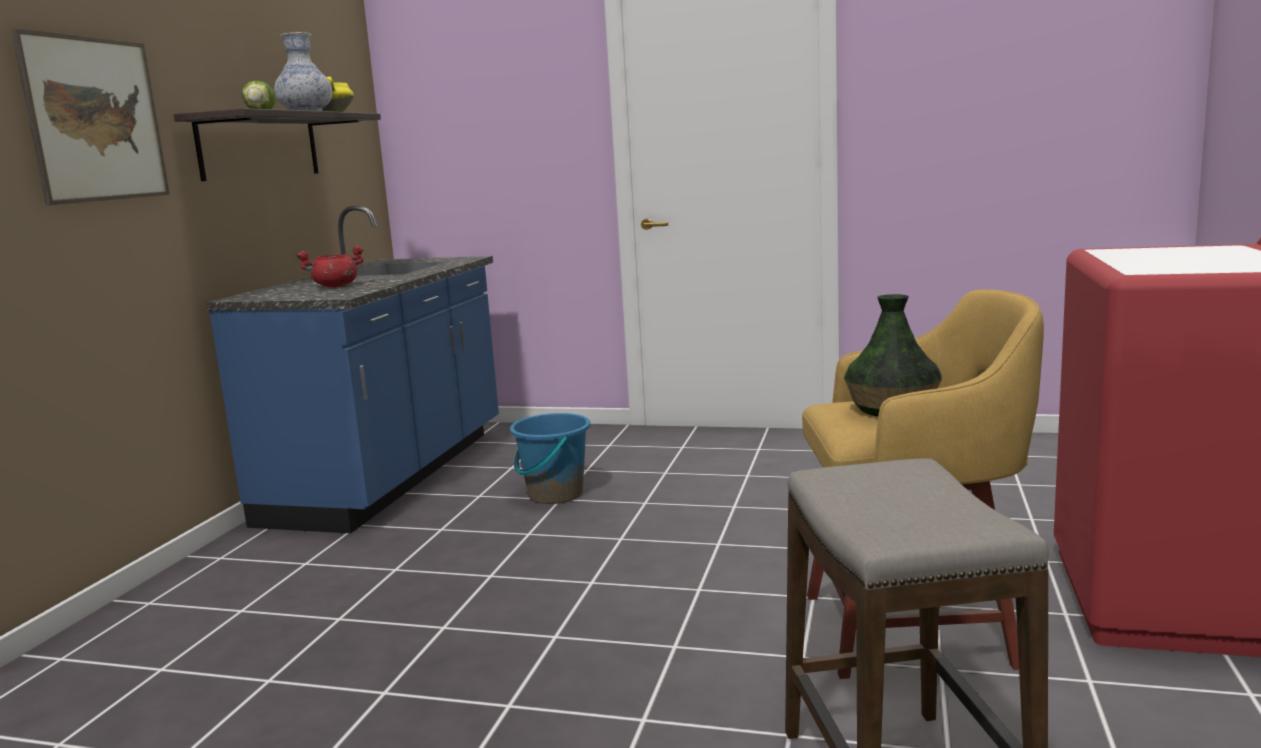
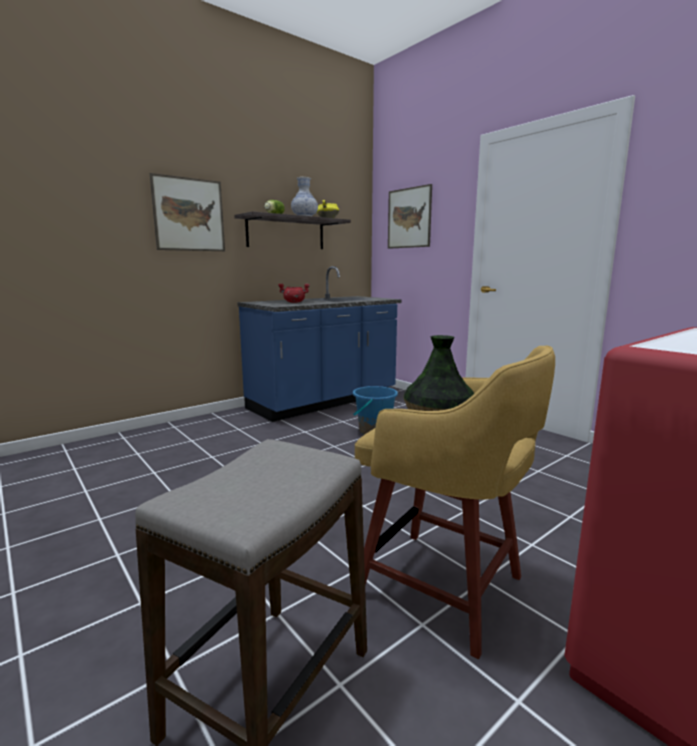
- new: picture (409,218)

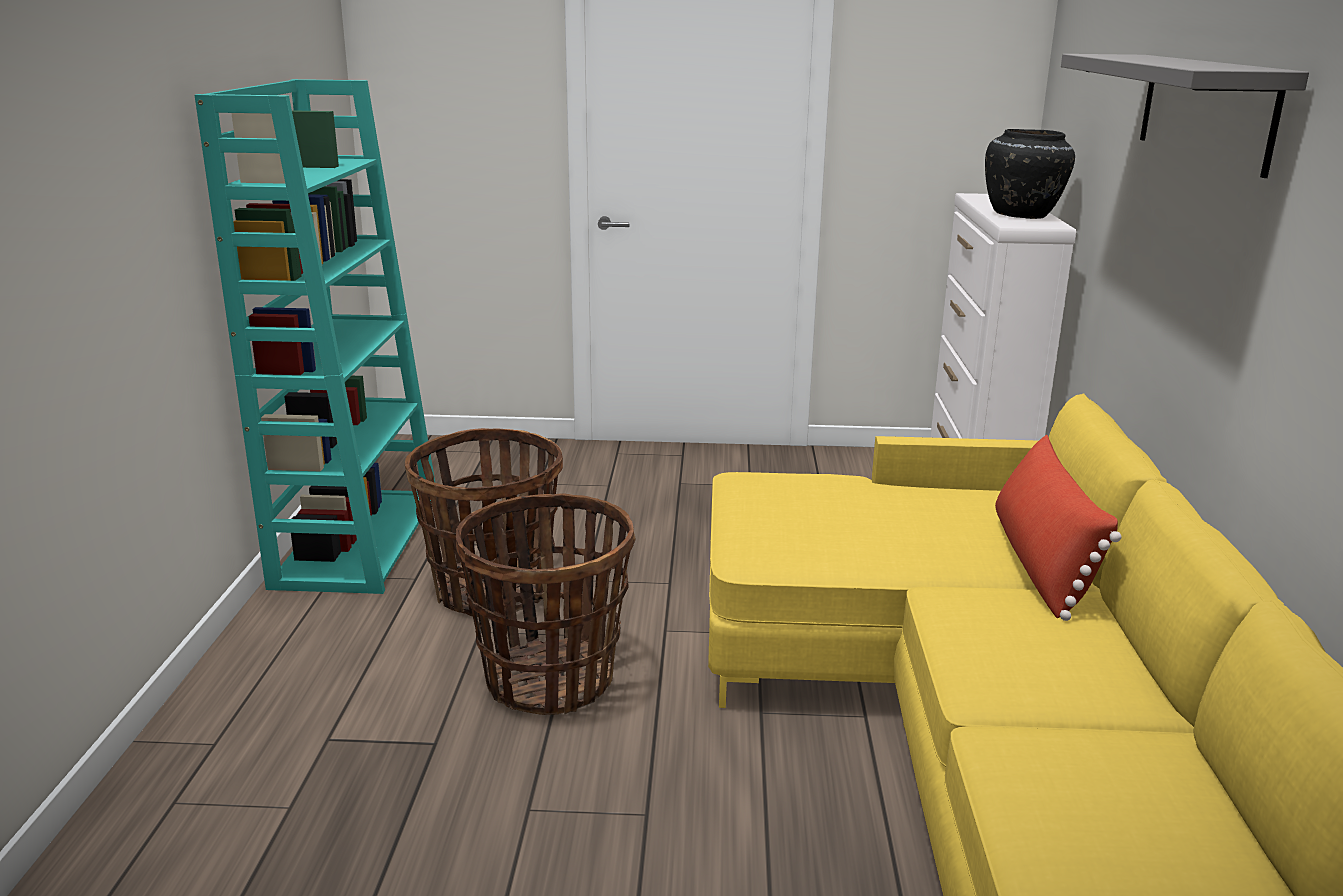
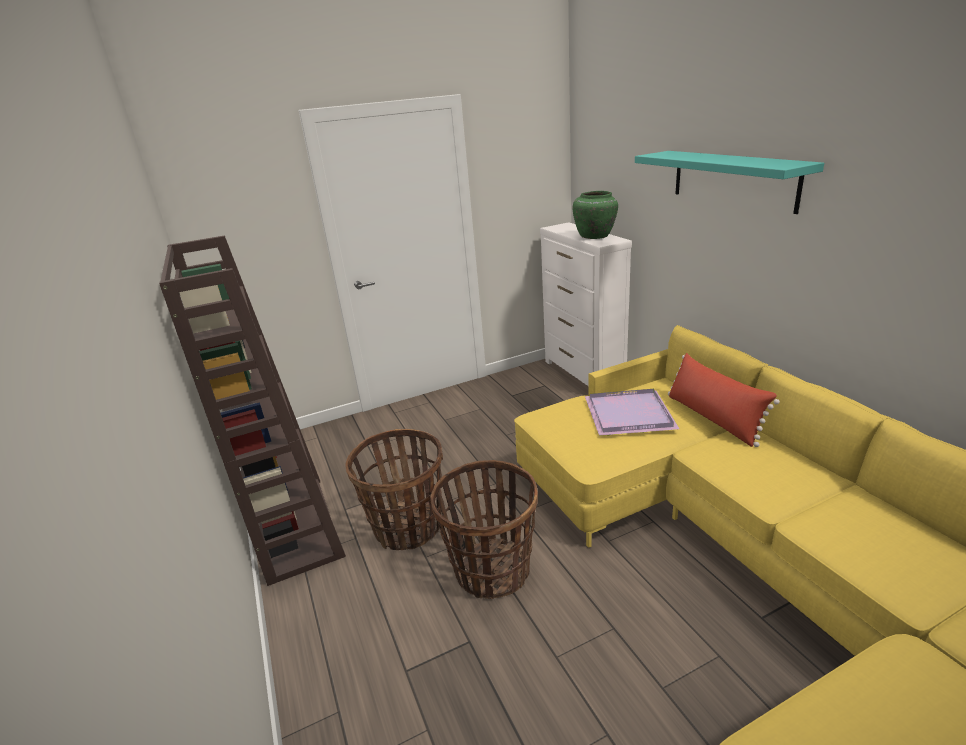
- new: purple tray (628,415)
- repainted: turquoise bookcase (357,540) to brown bookcase (295,526)
- repainted: black vase (1023,215) to green vase (595,236)
- repainted: grey shelf (1205,109) to turquoise shelf (733,179)

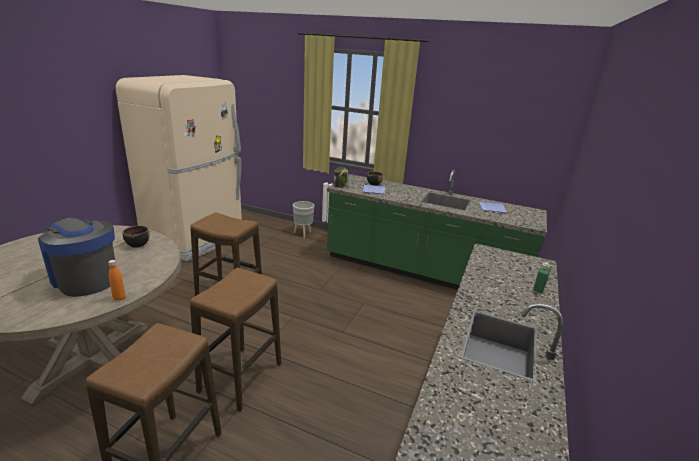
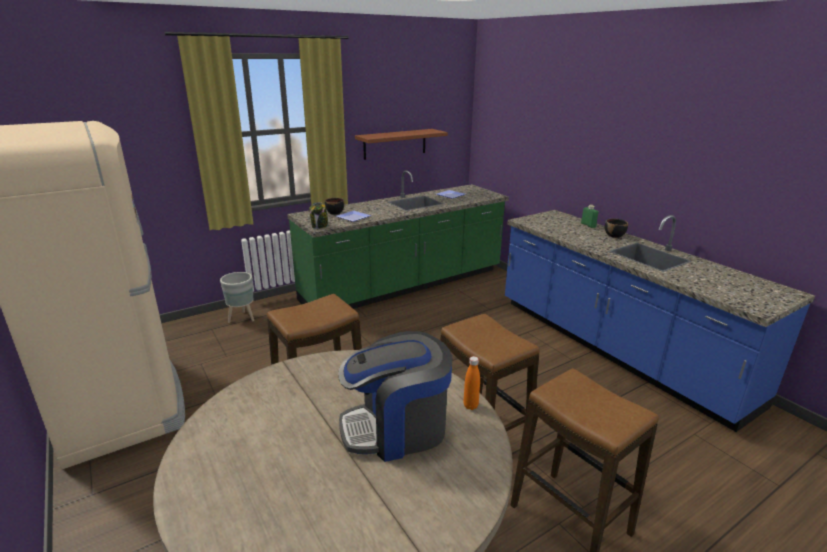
- new: brown shelf (395,144)
- shifted: black bowl (138,244) to (614,235)

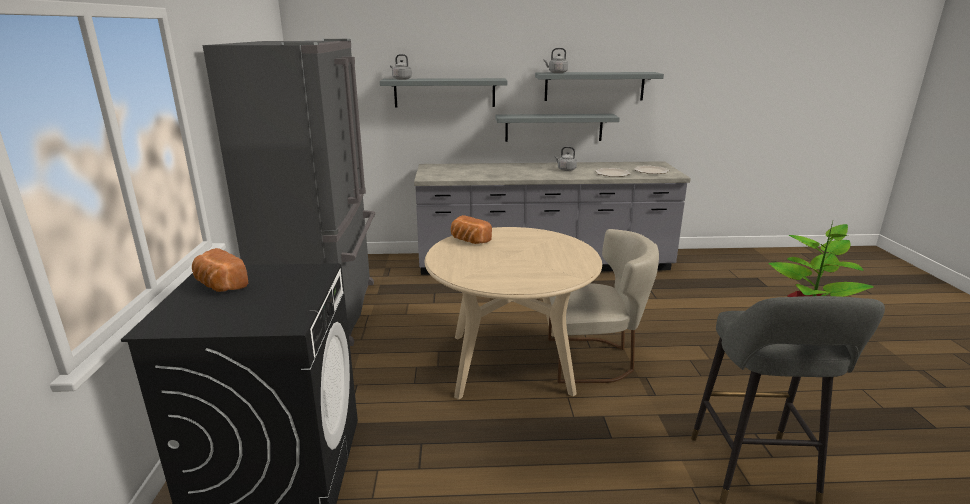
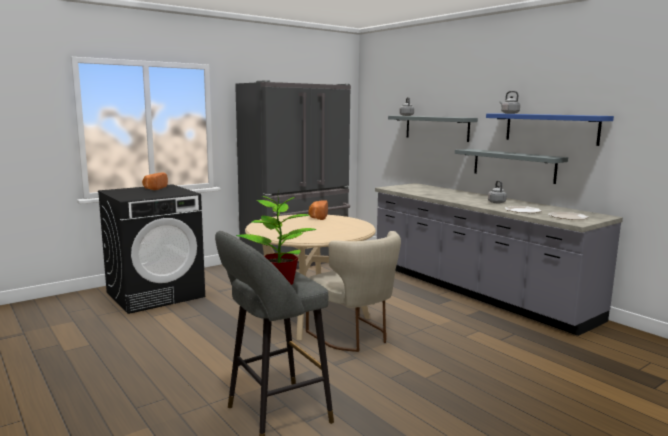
- repainted: grey shelf (594,86) to blue shelf (550,128)

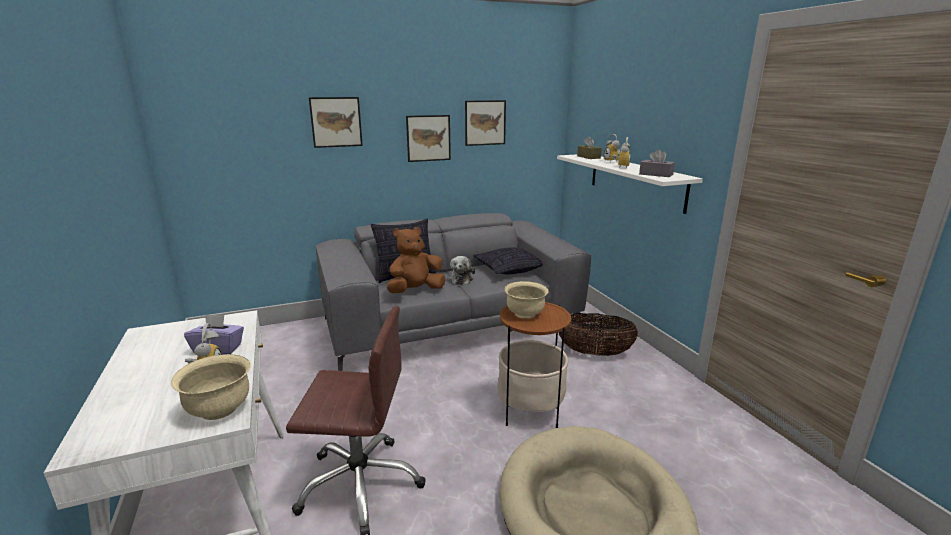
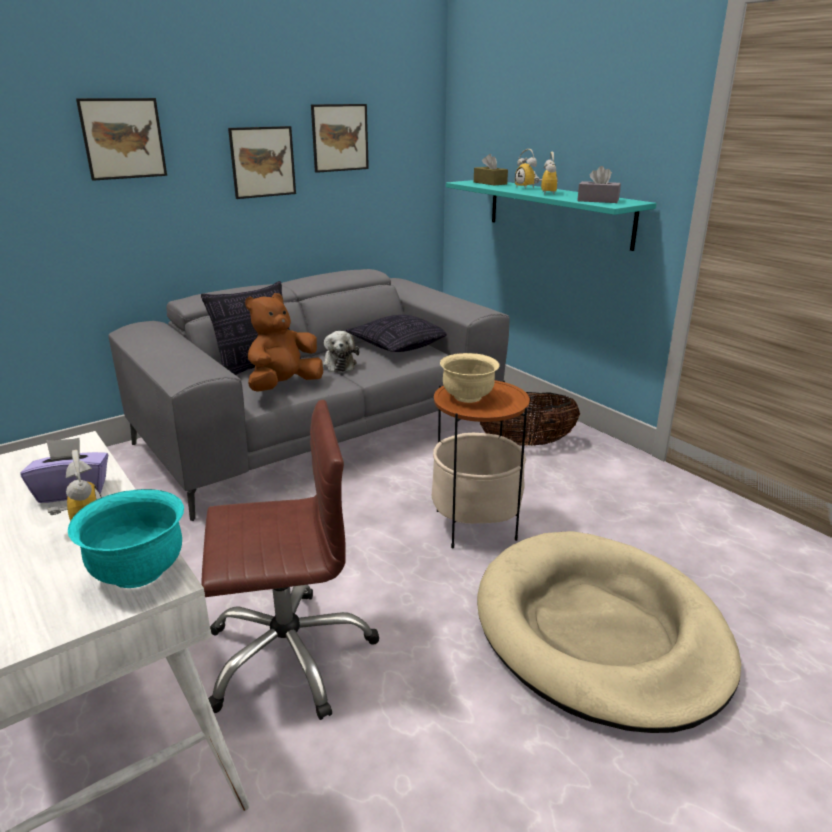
- repainted: beige bowl (219,409) to turquoise bowl (139,572)
- repainted: white shelf (635,181) to turquoise shelf (558,212)

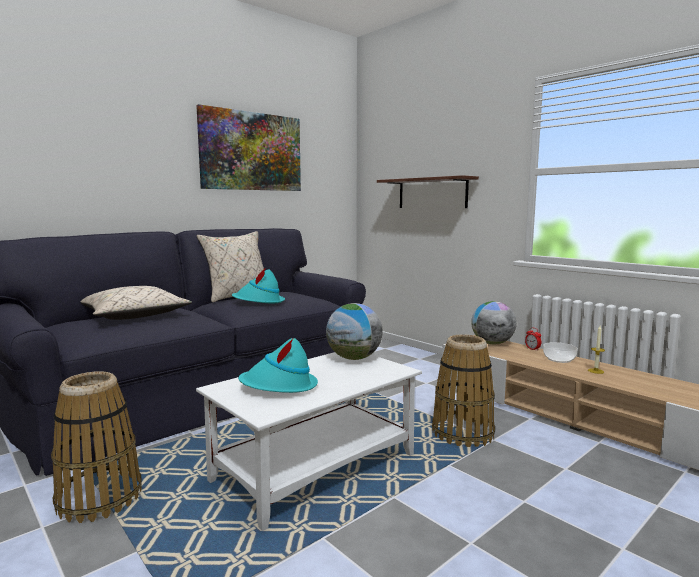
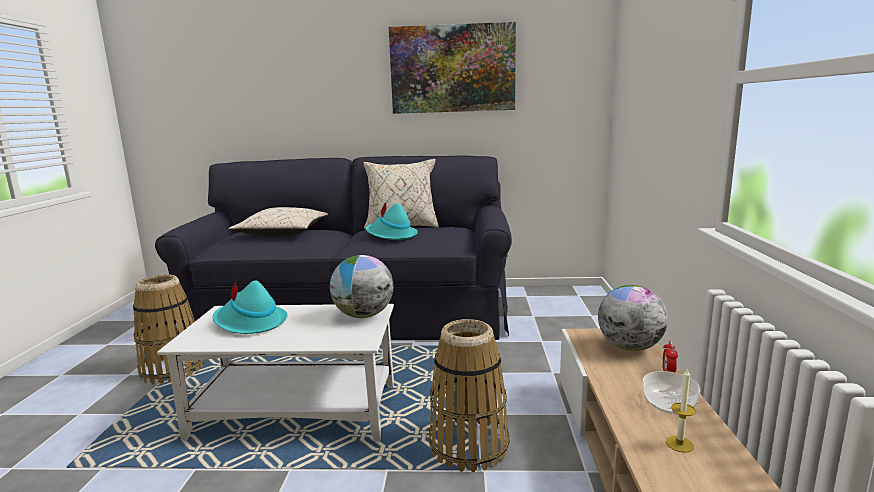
- gone: shelf (432,193)

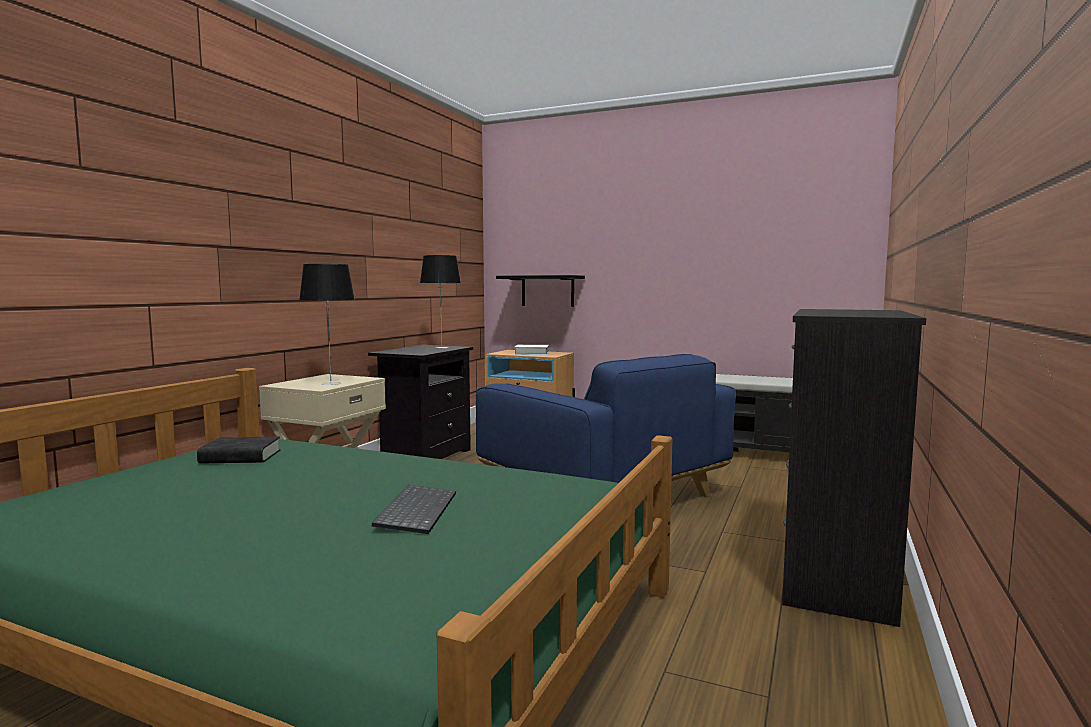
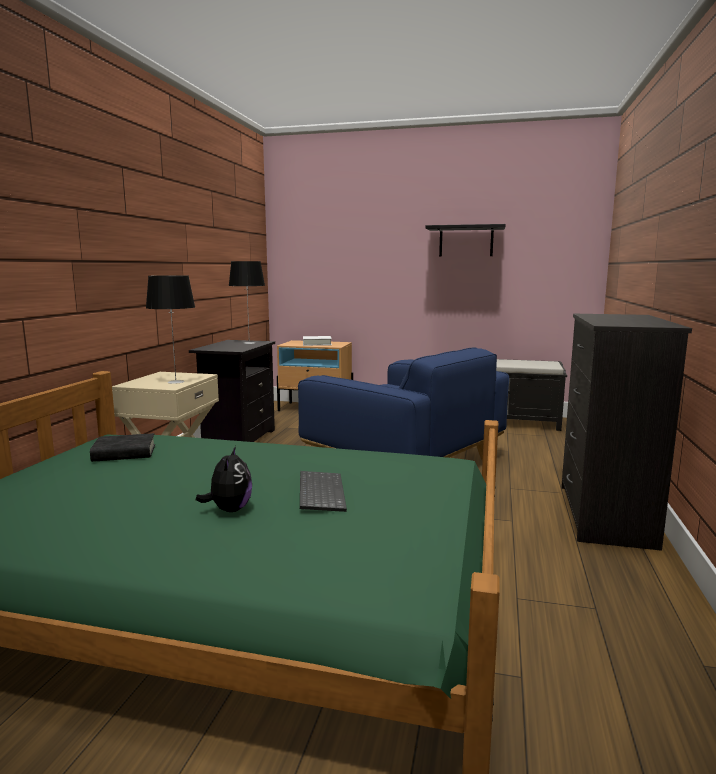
- new: plush toy (229,509)
- shifted: black shelf (547,291) to (466,241)

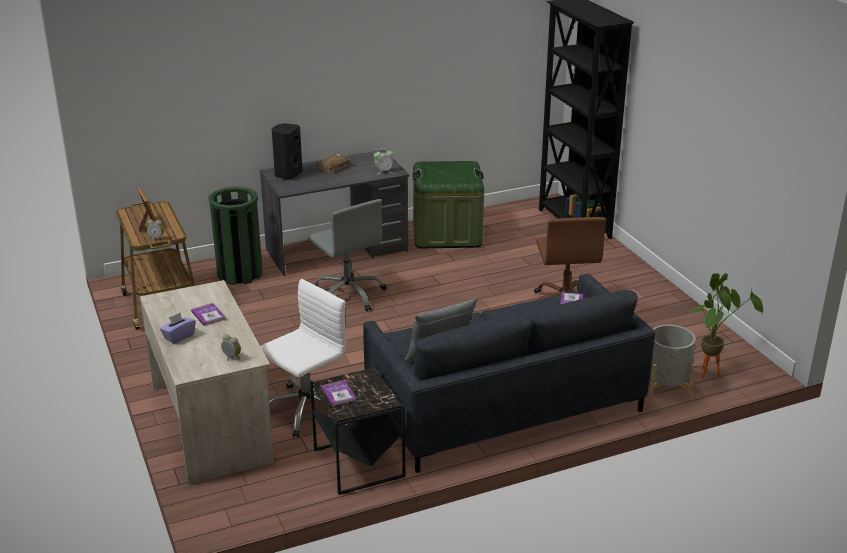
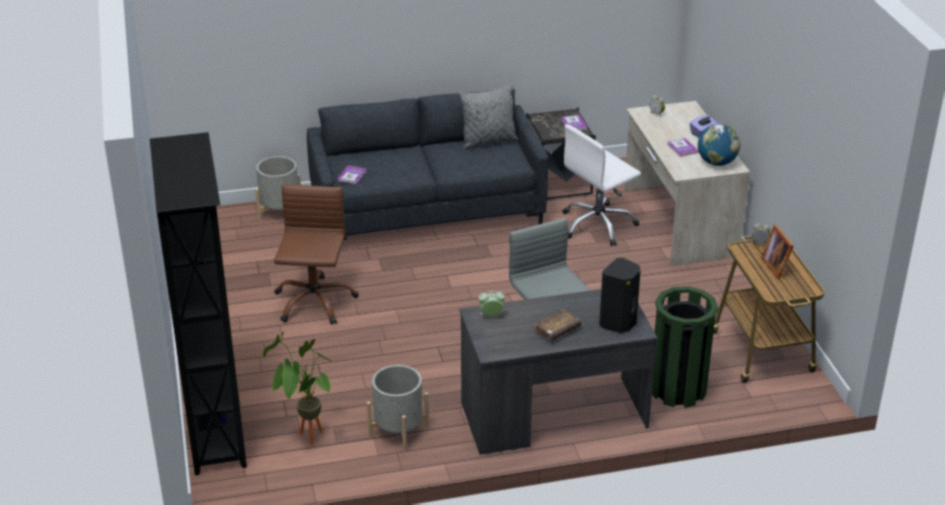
- new: globe (716,163)
- shifted: potted plant (711,372) to (305,439)
- swapped: green storage box (447,233) to grey planter (398,432)

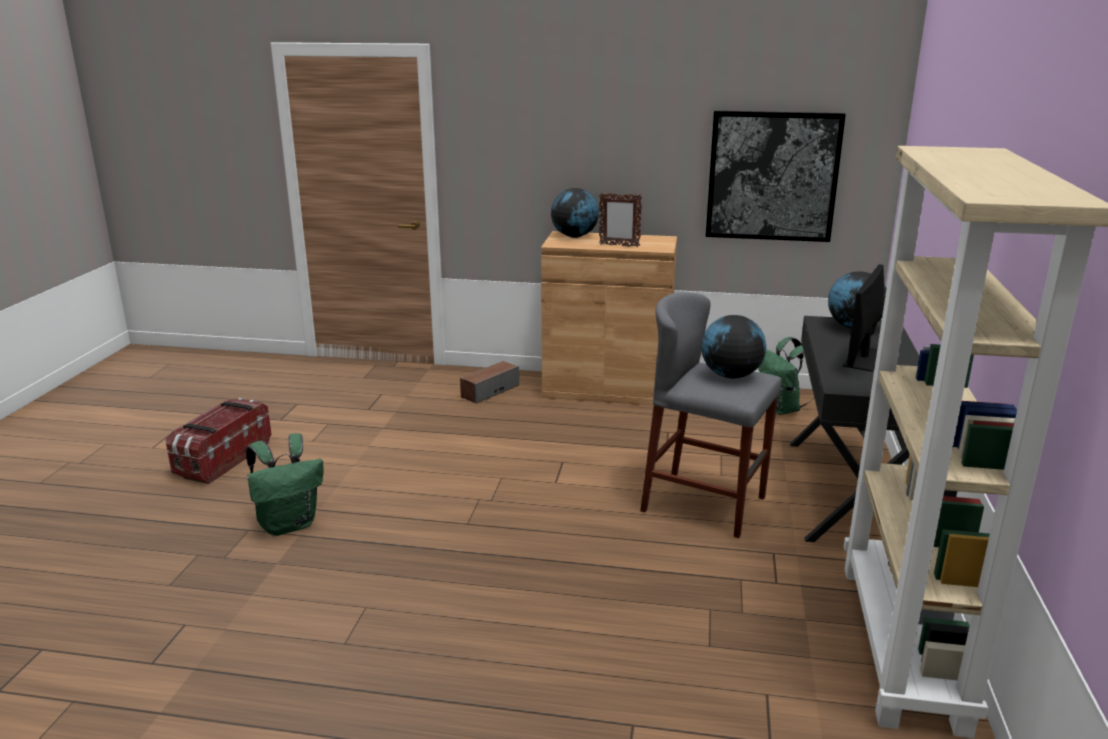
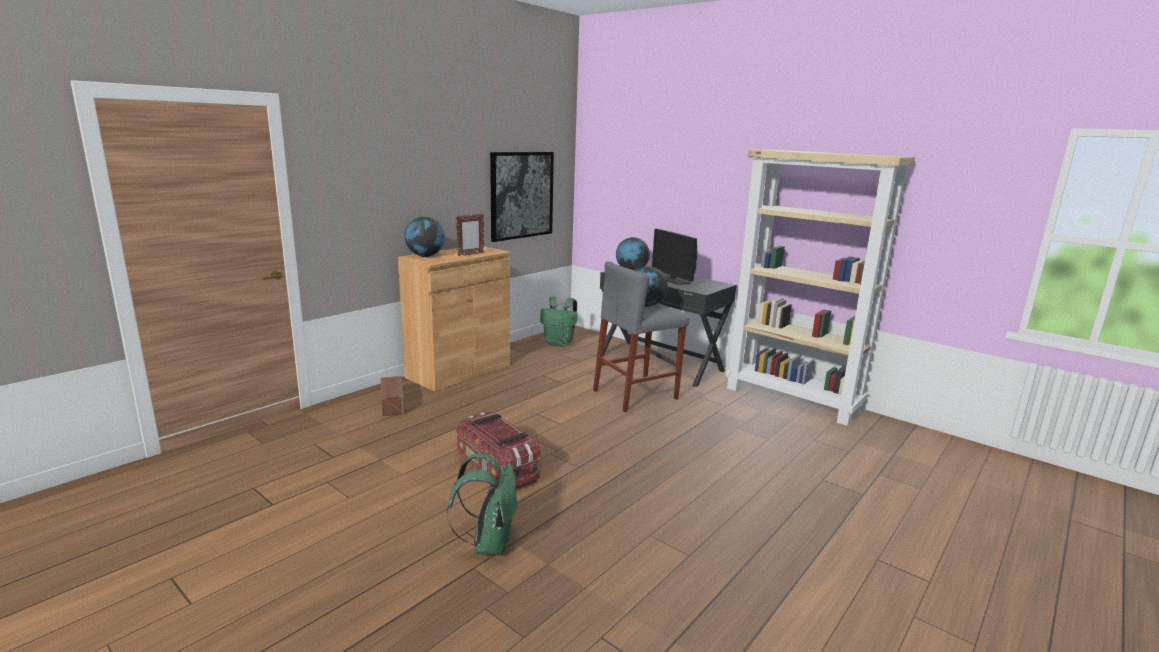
- shifted: storage box (222,459) to (496,469)

